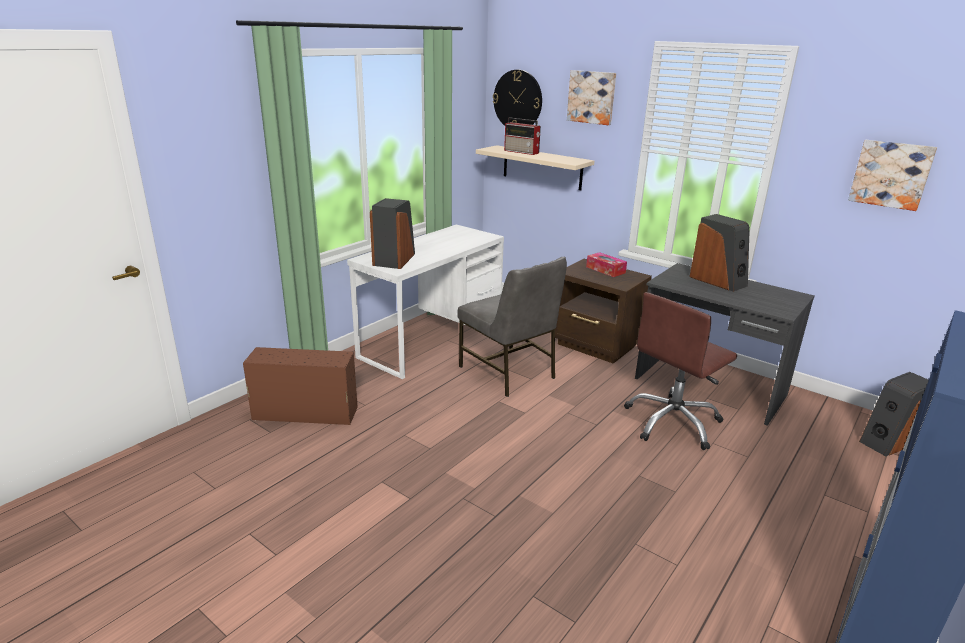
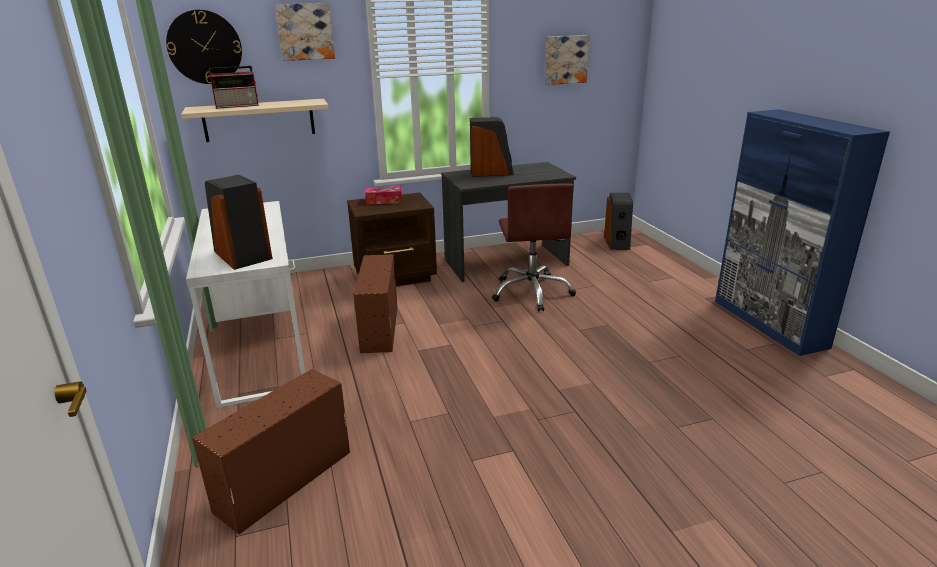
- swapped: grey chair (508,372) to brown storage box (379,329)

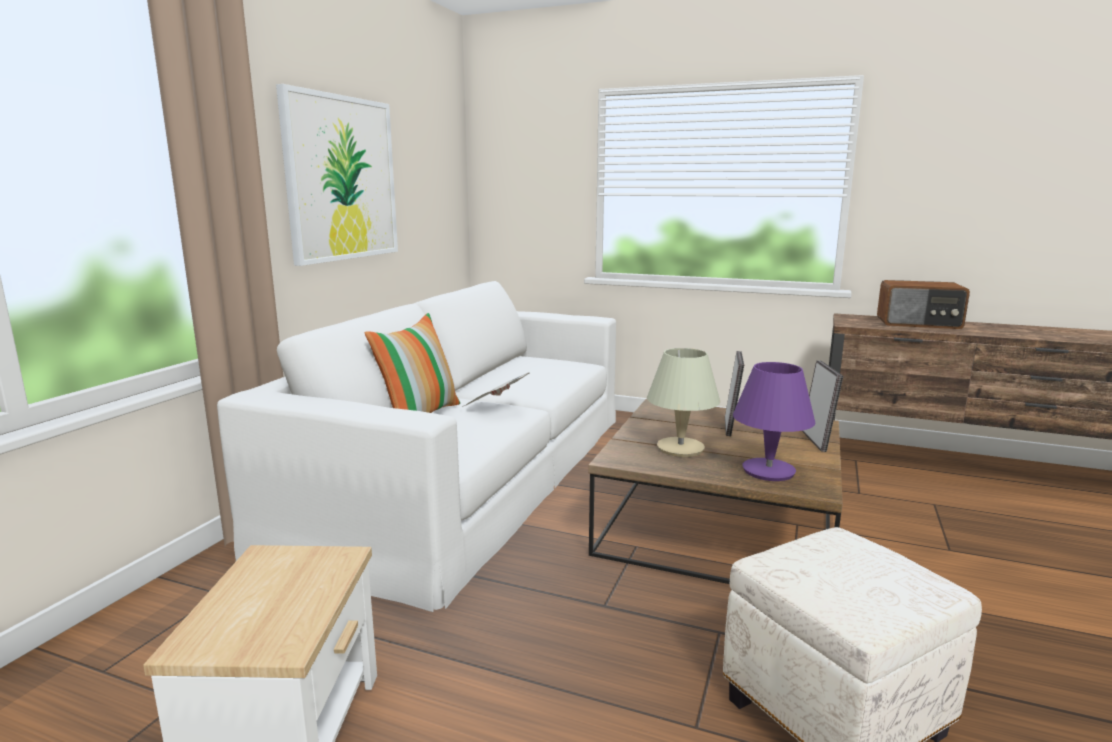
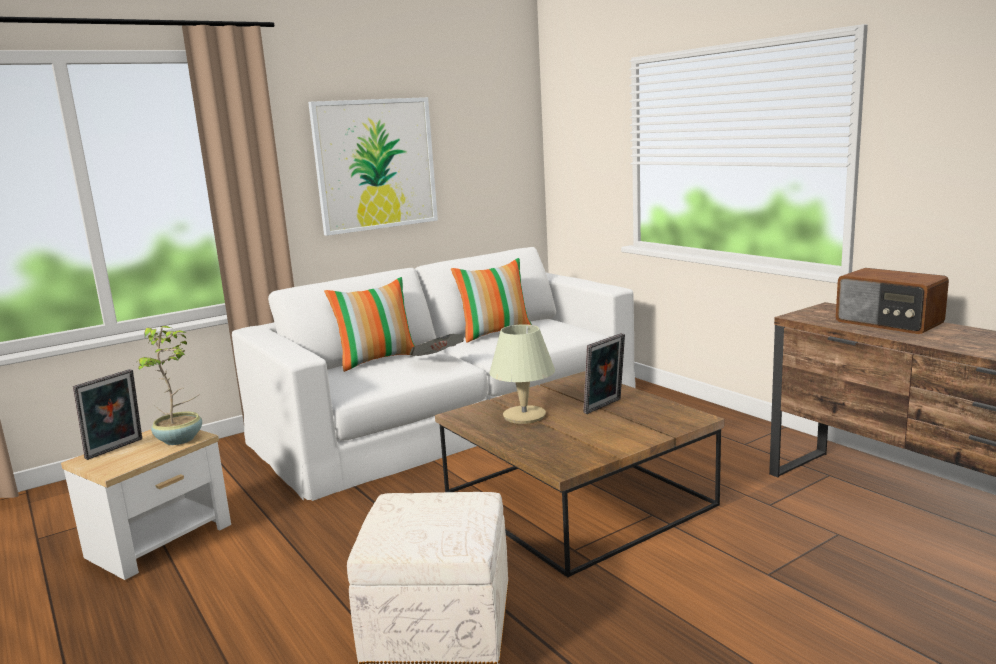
- gone: purple table lamp (767,471)
- new: potted plant (181,439)
- new: pillow (495,333)
- shifted: picture frame (817,441) to (116,449)

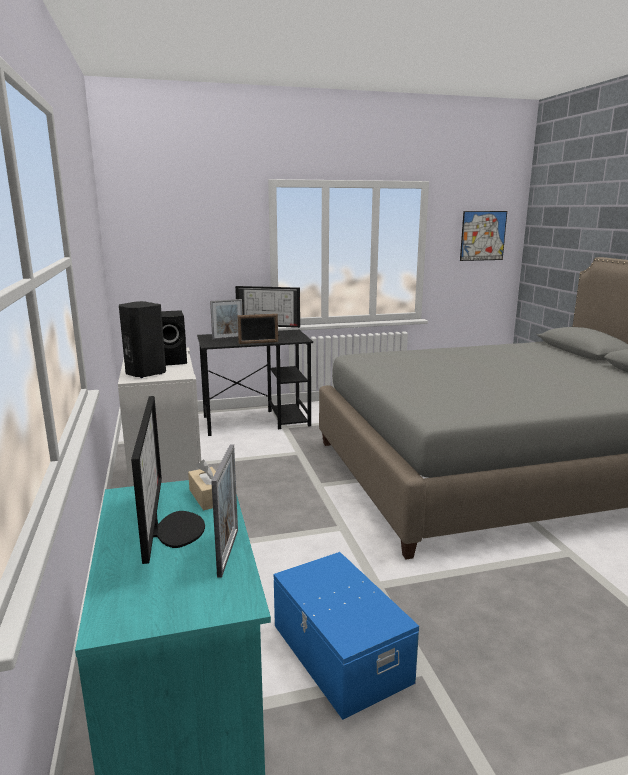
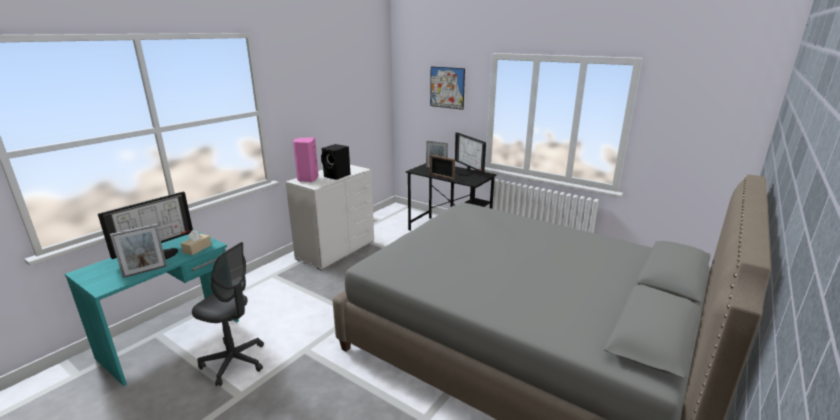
- shifted: picture (483,236) to (447,87)
- swapped: blue storage box (339,654) to grey office chair (234,362)
- repainted: black speaker (144,373) to pink speaker (307,179)

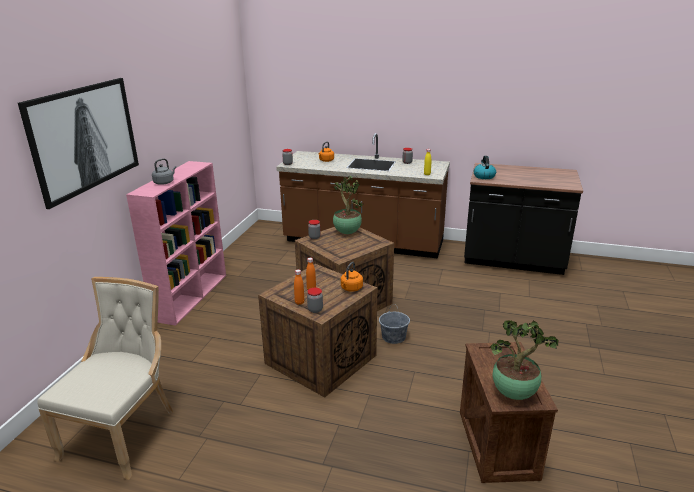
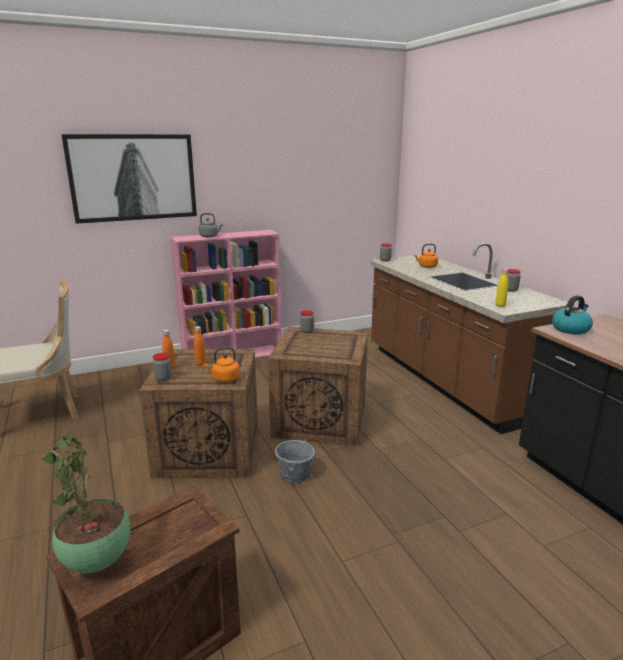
- gone: potted plant (346,232)

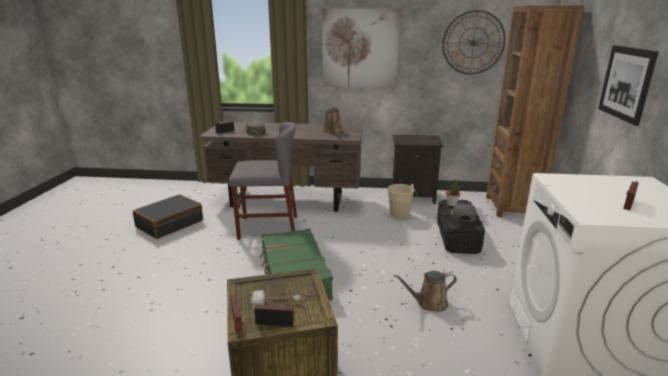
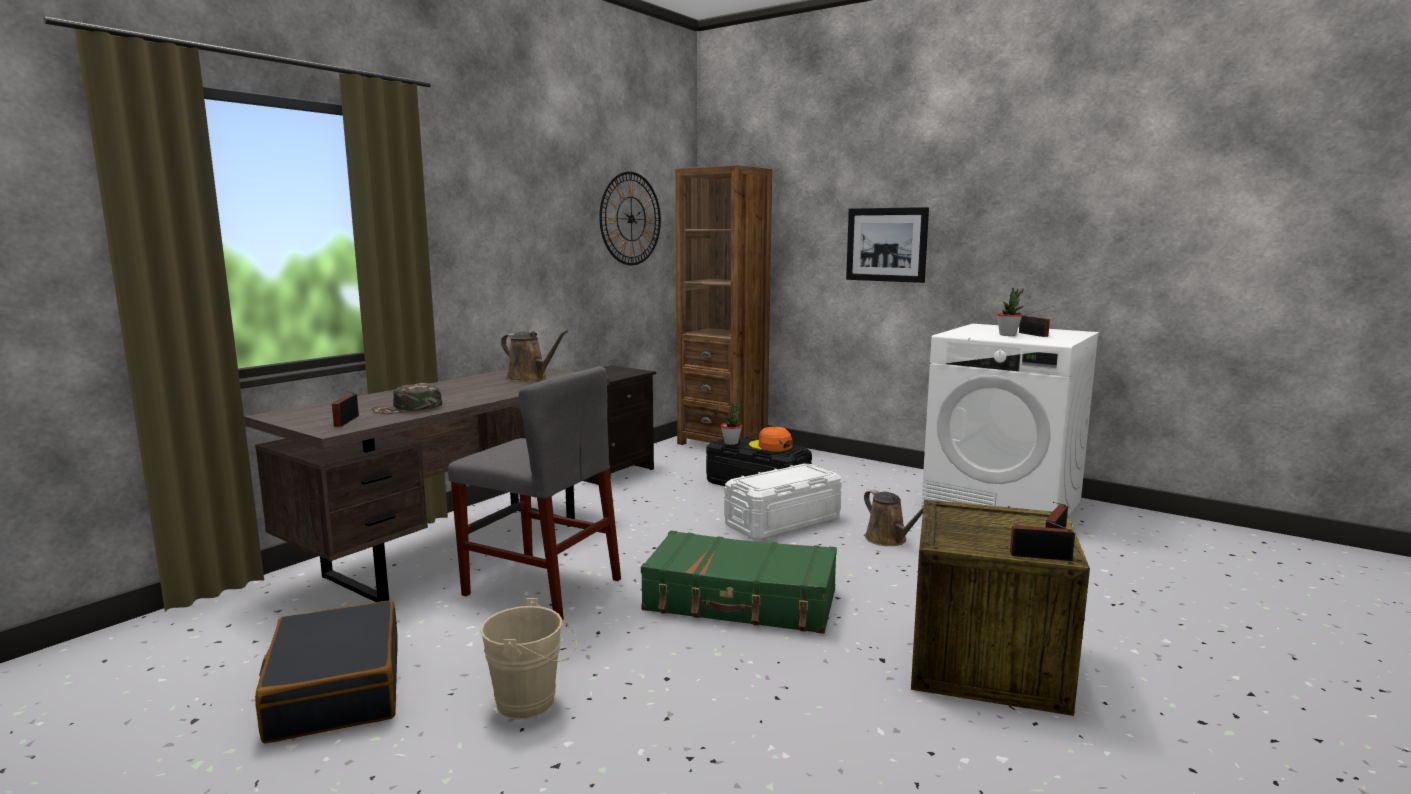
- gone: hammer (282,303)
- gone: picture (360,48)
- new: white storage box (782,522)
- new: potted plant (1007,335)
- shifted: beige bucket (400,215) to (532,702)
- repainted: grey cap (463,215) to orange cap (770,446)
- rotated: grey chair (268,227) = (542,587) 90 degrees clockwise
- rotated: brown watering can (429,303) = (888,540) 45 degrees counterclockwise

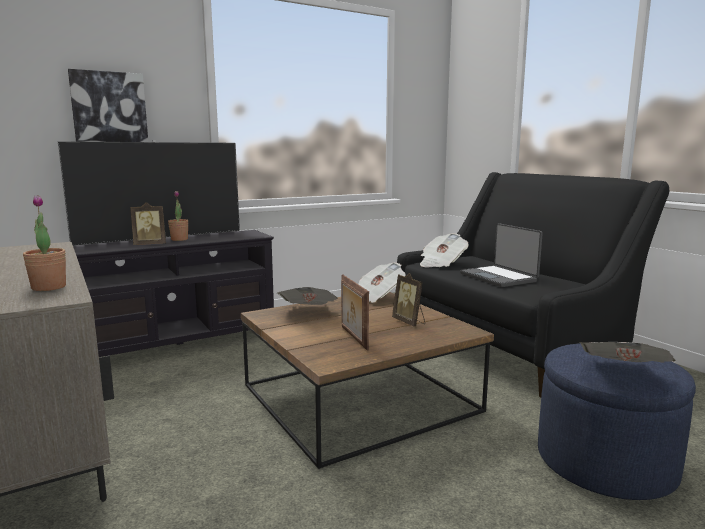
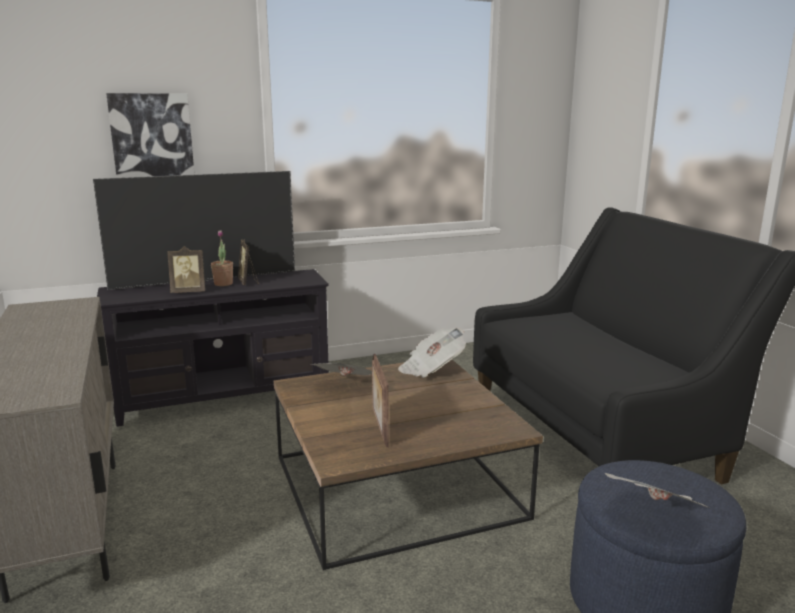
- gone: potted plant (49,287)
- gone: newspaper (441,264)
- gone: laptop (499,277)
- shifted: picture frame (409,322) to (248,282)

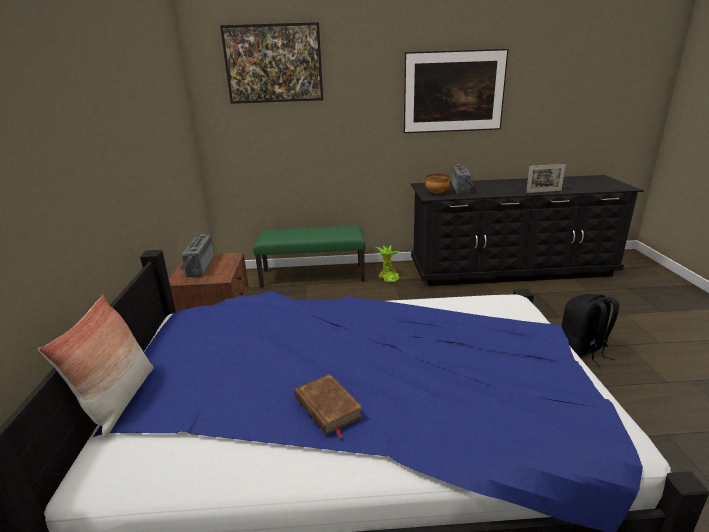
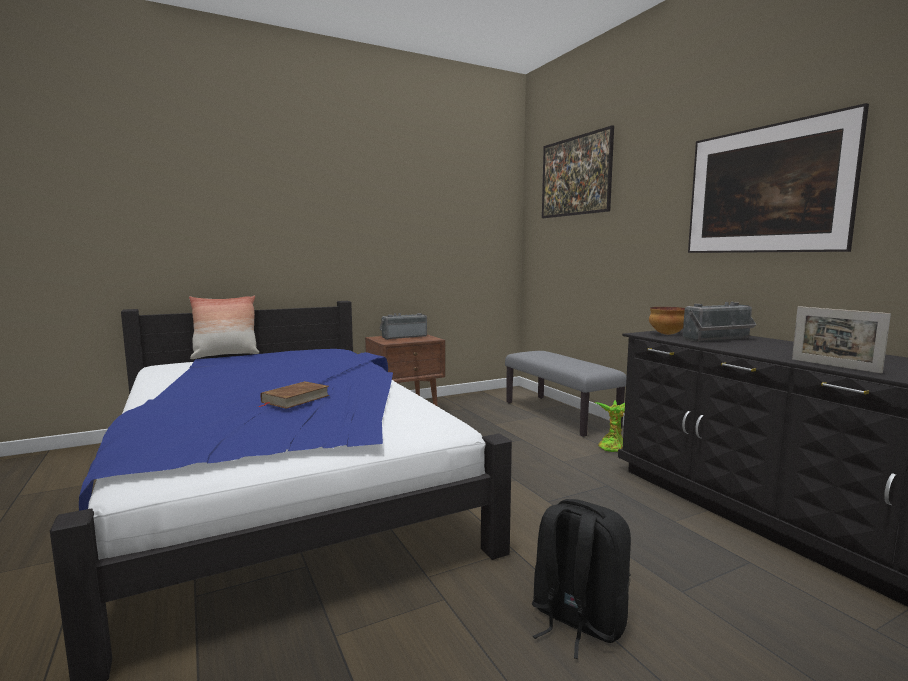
- shifted: brown book (327,407) to (295,399)
- repainted: green bench (313,275) to grey bench (560,415)

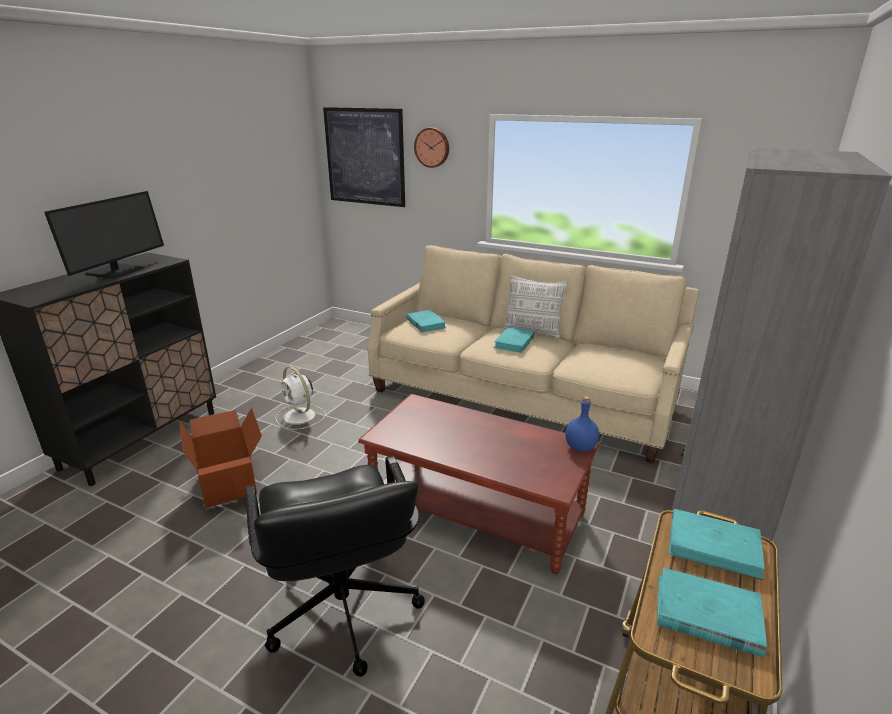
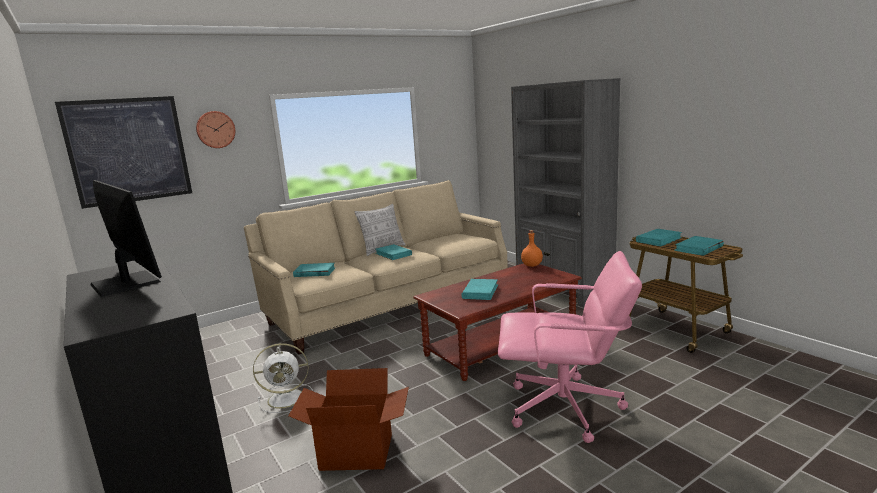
- new: turquoise book (480,291)
- repainted: black office chair (342,611) to pink office chair (565,409)
- repainted: blue bottle (580,447) to orange bottle (531,265)

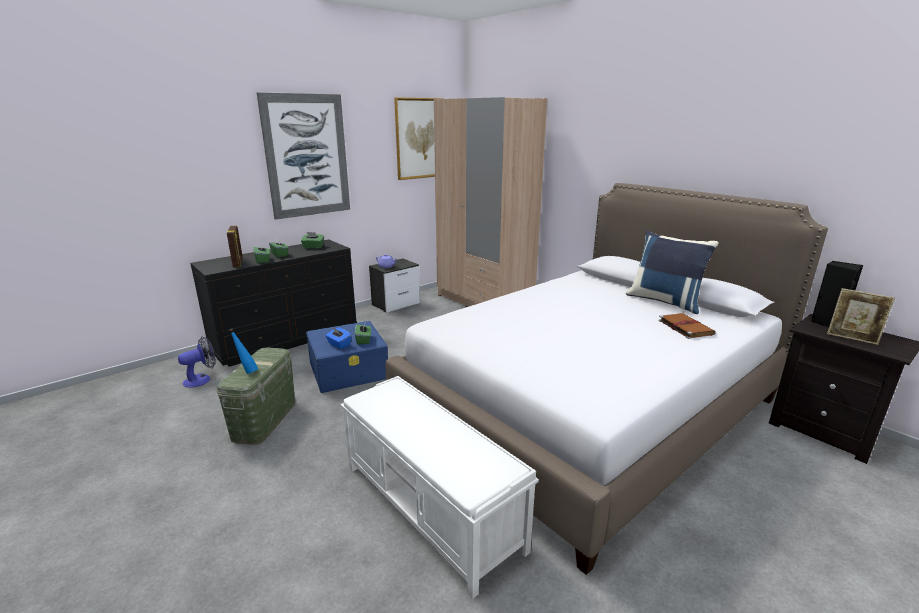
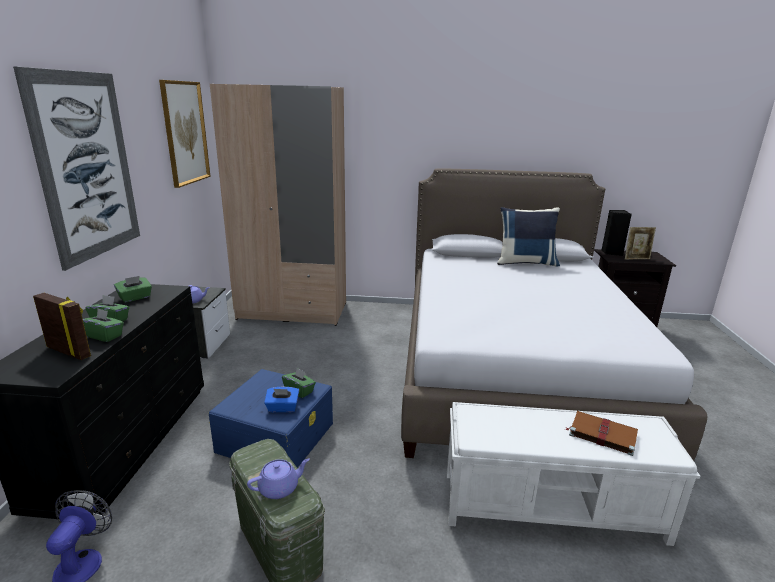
- shifted: brown book (684,327) to (601,434)
- swapped: blue bottle (247,371) to purple teapot (279,488)

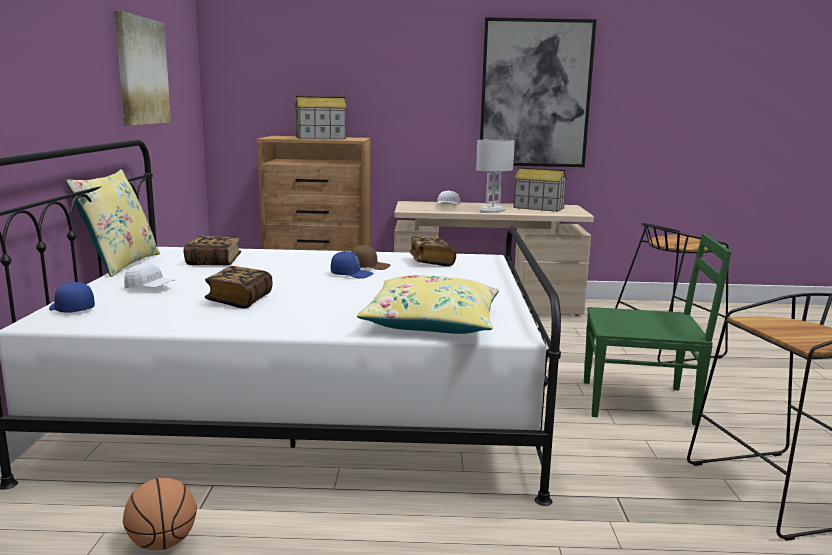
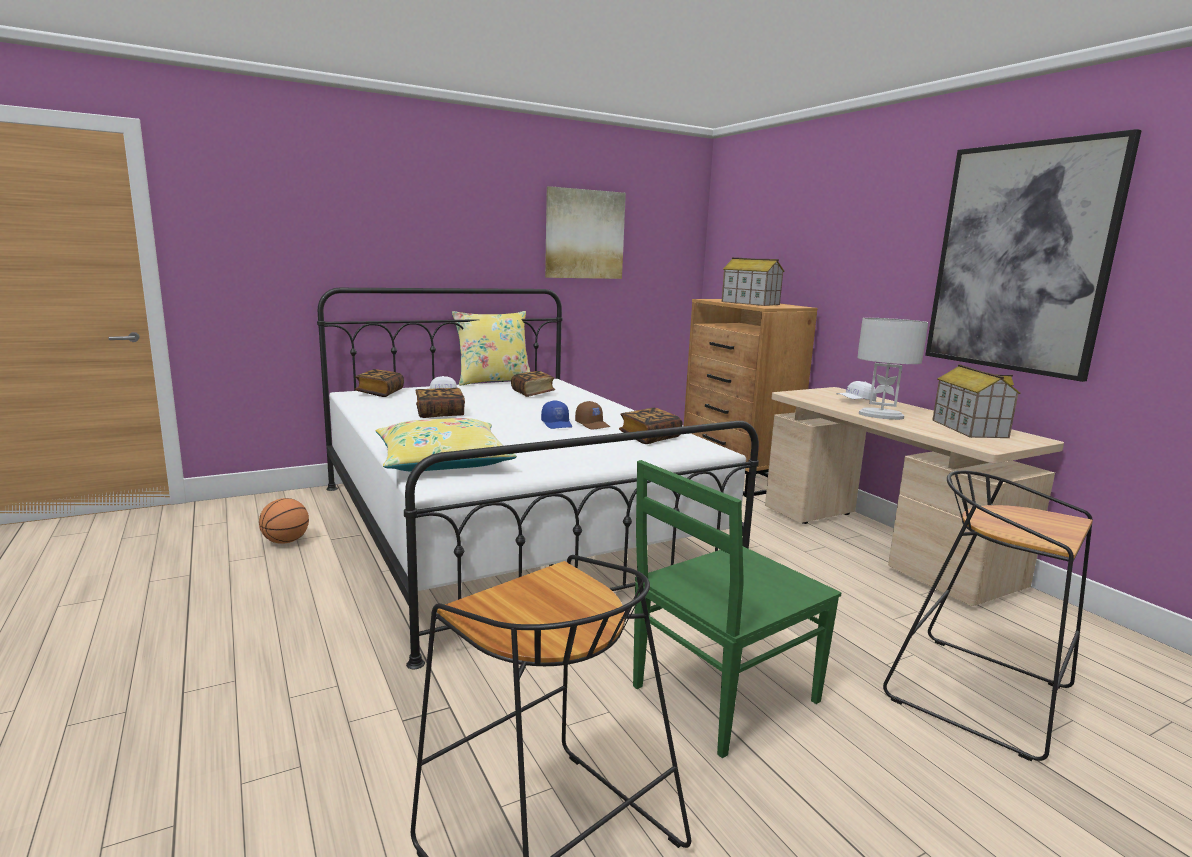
- swapped: blue cap (71,309) to book (380,393)
- rotated: green chair (641,402) = (721,695) 75 degrees clockwise

